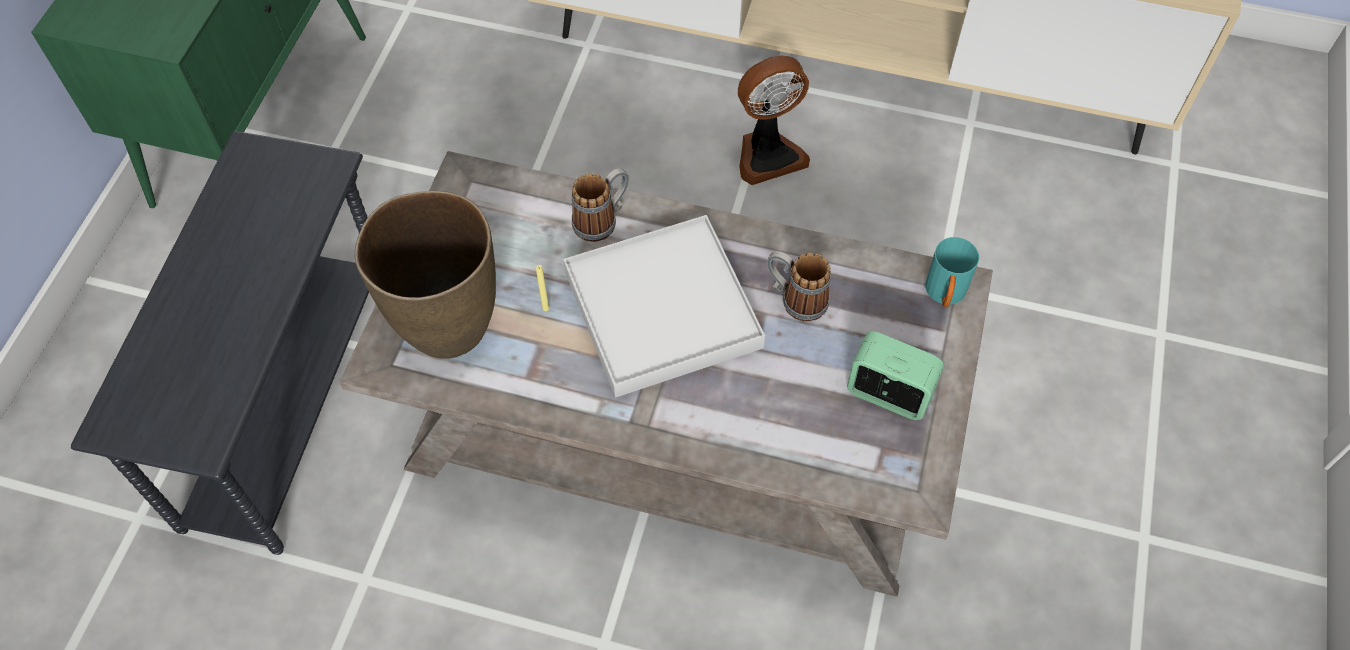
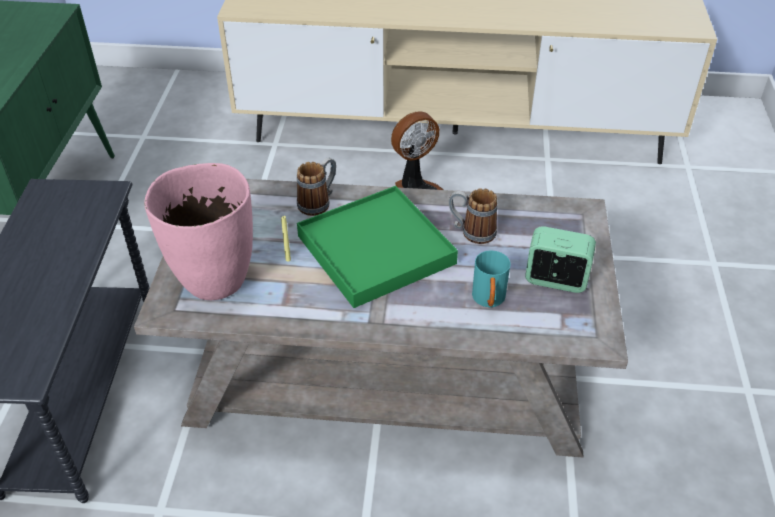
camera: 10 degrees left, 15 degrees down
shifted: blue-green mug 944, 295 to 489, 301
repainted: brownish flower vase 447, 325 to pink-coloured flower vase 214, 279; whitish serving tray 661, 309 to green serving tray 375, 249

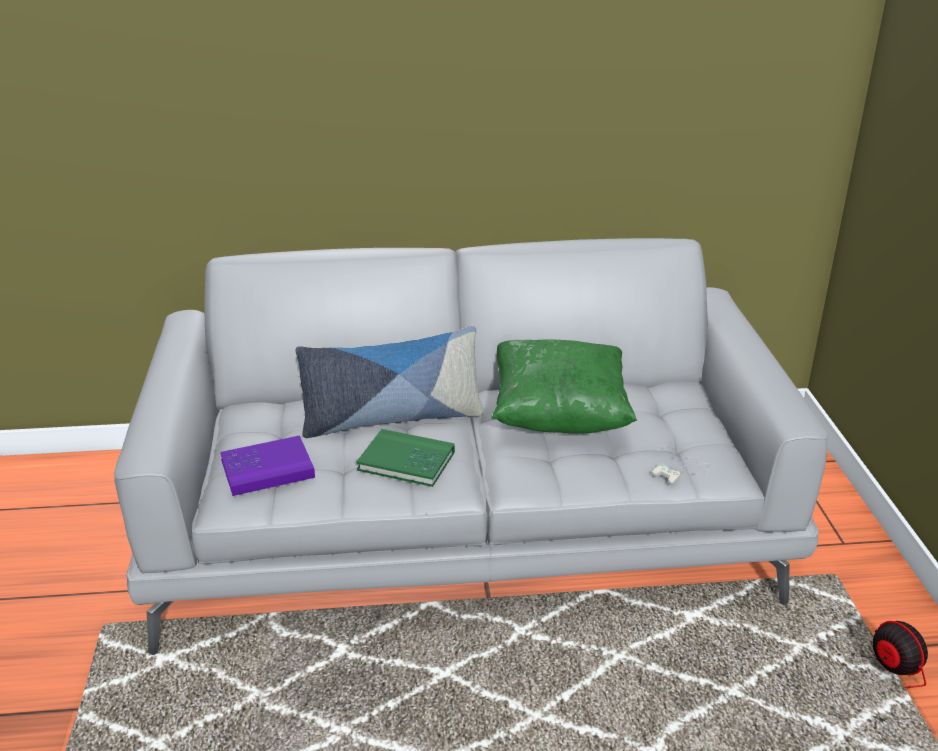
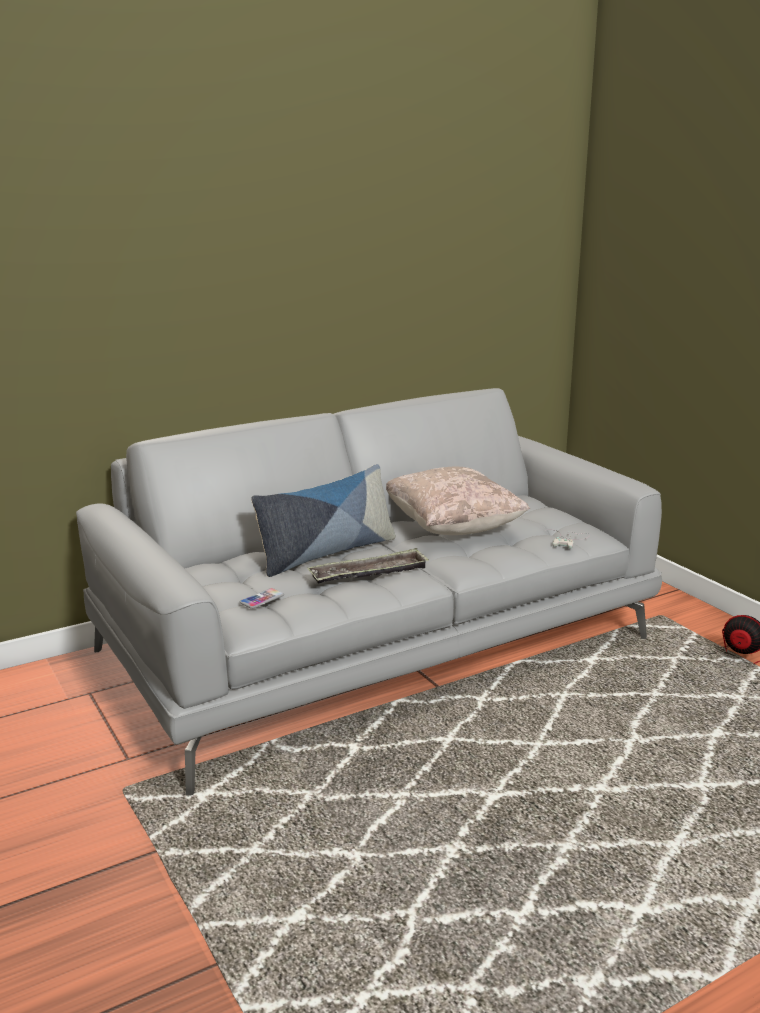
camera: 25 degrees left, 10 degrees down
swapped: purplish volume 267, 469 to telephone 262, 599; green volume 406, 461 to serving tray 369, 573
repainted: green cushion 559, 415 to sand-coloured cushion 452, 528

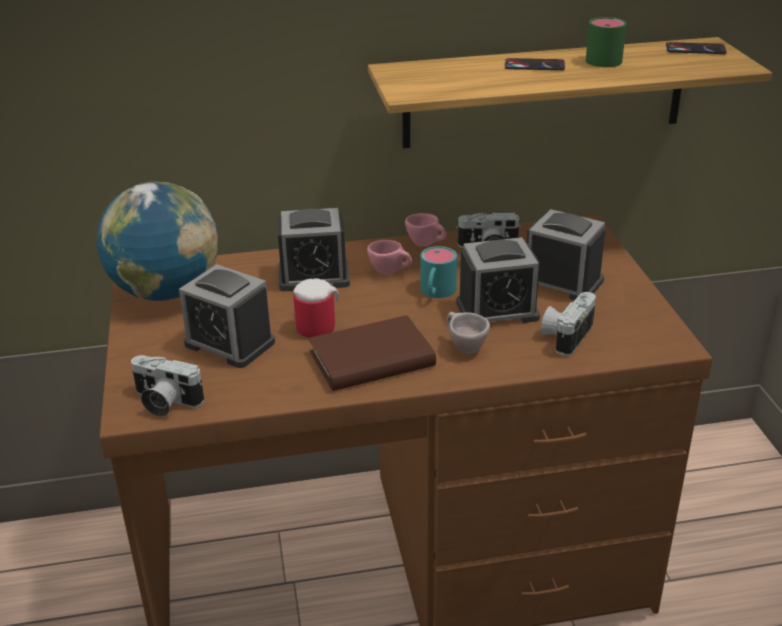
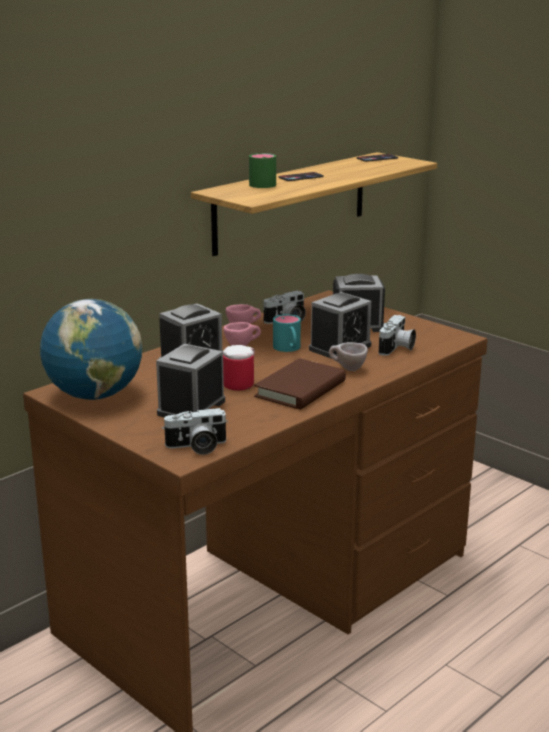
camera: 35 degrees left, 10 degrees down
shifted: green mug 608, 59 to 263, 183
rotated: alarm clock 230, 343 = 191, 407 120 degrees clockwise; photo camera 565, 335 = 397, 348 150 degrees counterclockwise

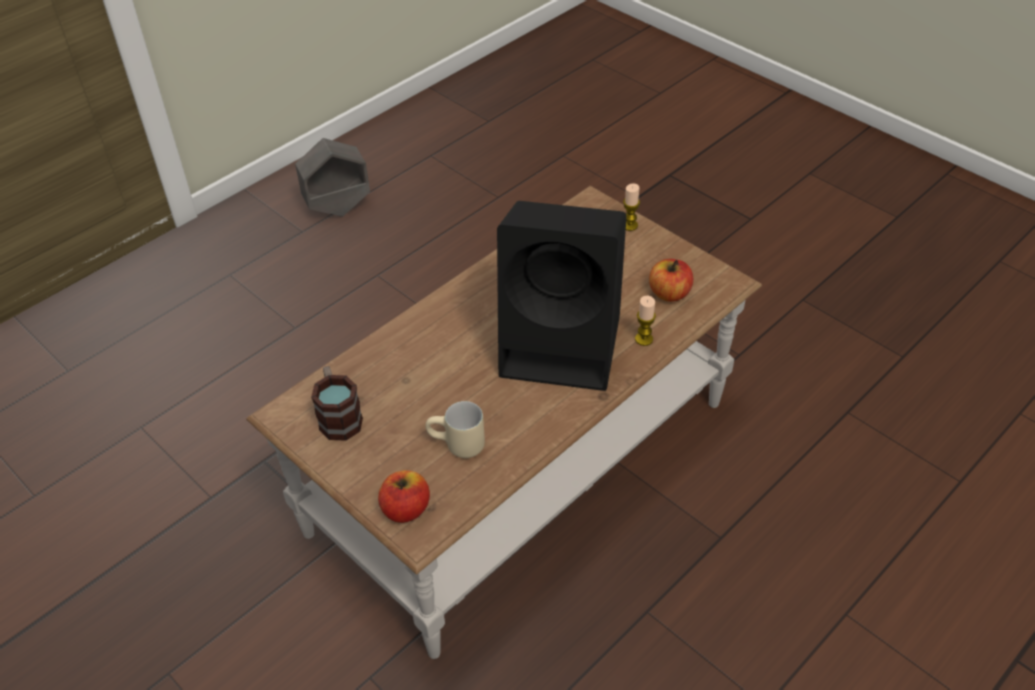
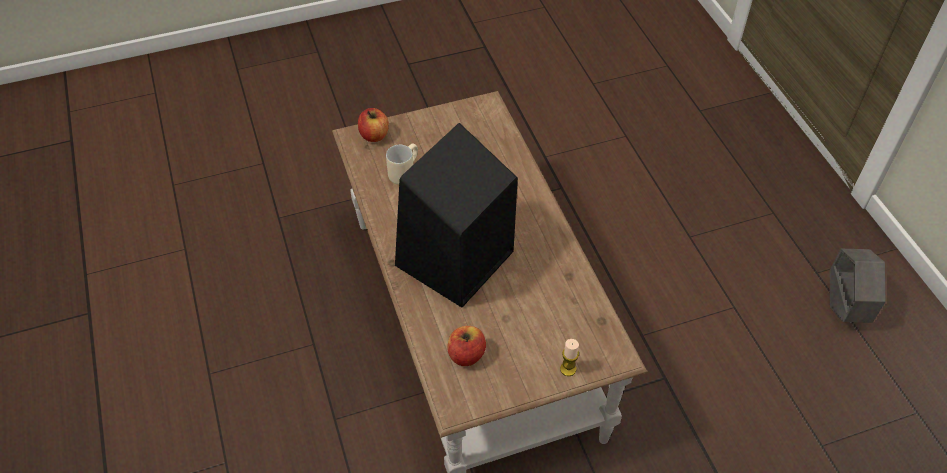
camera: 115 degrees right, 5 degrees up
gone: mug 338, 416; candle 644, 339

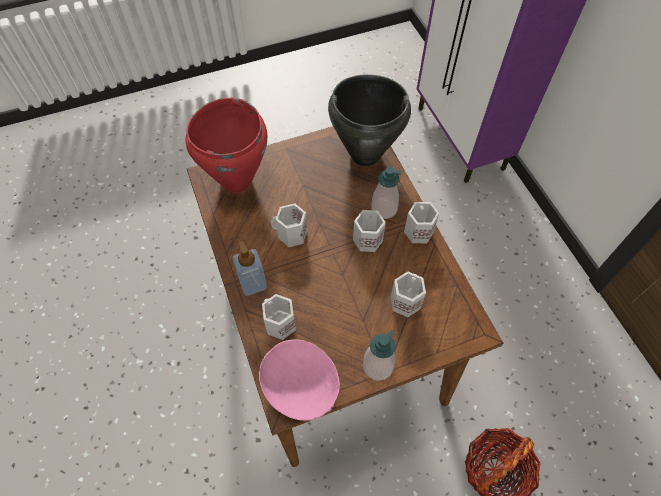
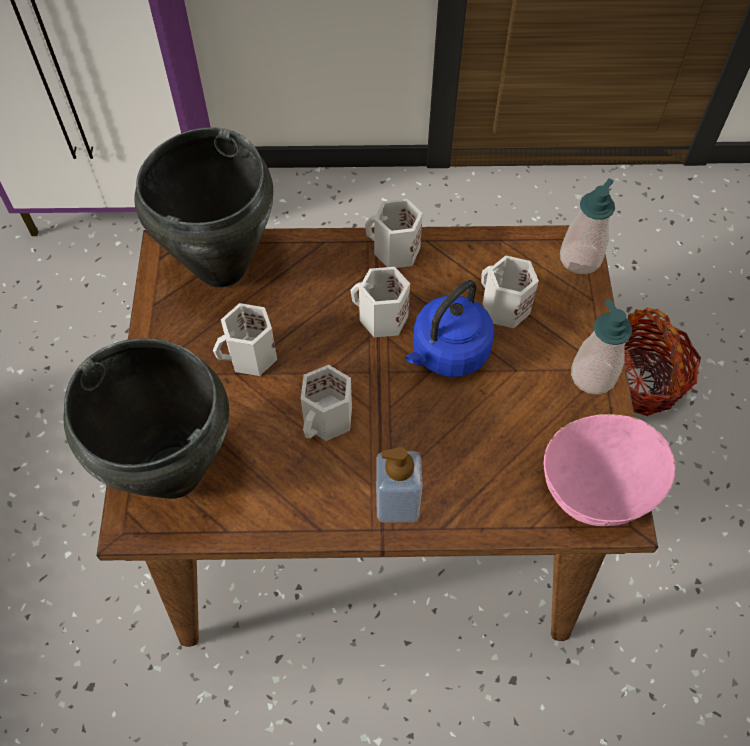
camera: 70 degrees left, 0 degrees up
new: blue tea kettle 447, 353
shifted: whitish mug 278, 324 to 251, 357; soap bottle 384, 209 to 580, 258
repainted: reddish saucepot 236, 181 to black-coloured saucepot 174, 474

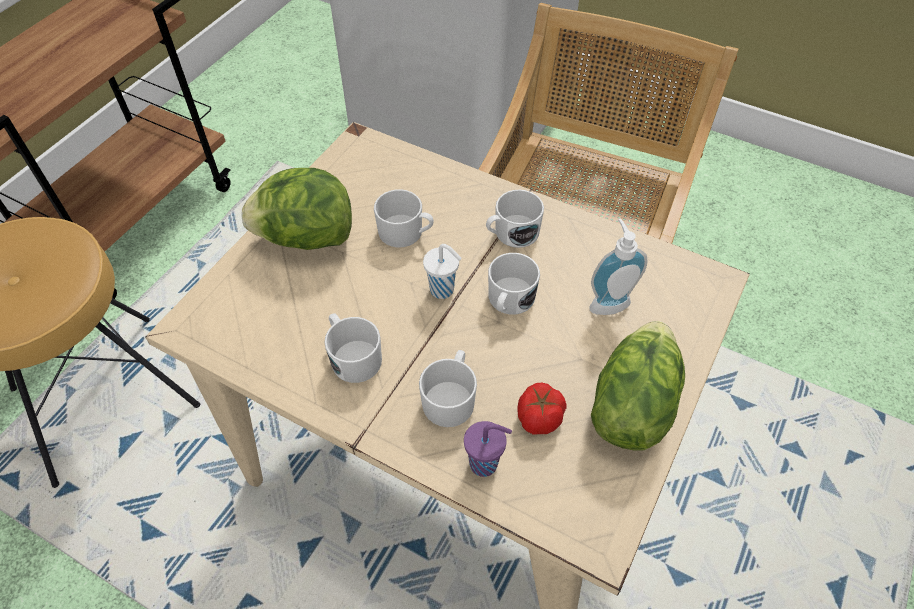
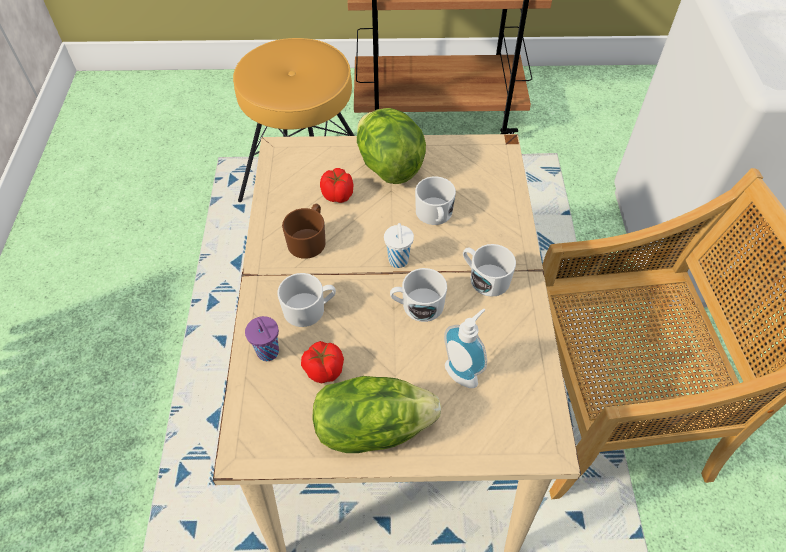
camera: 60 degrees right, 0 degrees up
new: tomato 338, 195
repainted: whitish mug 353, 356 to brownish mug 309, 240

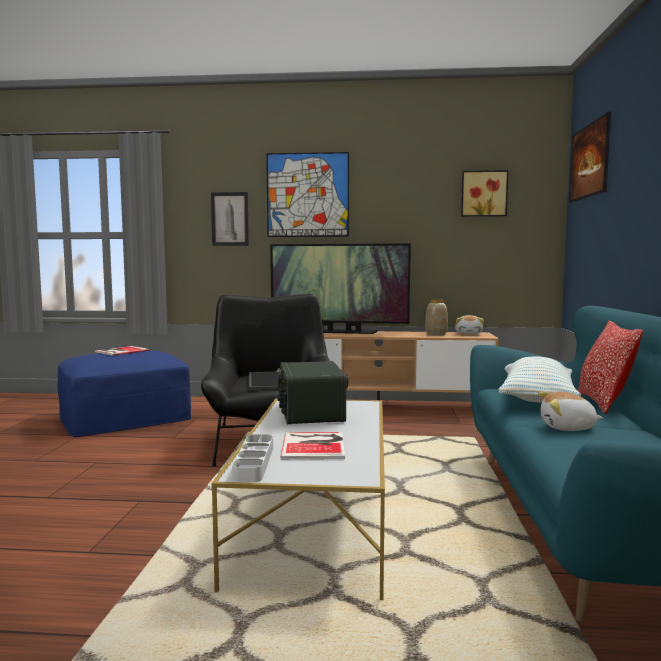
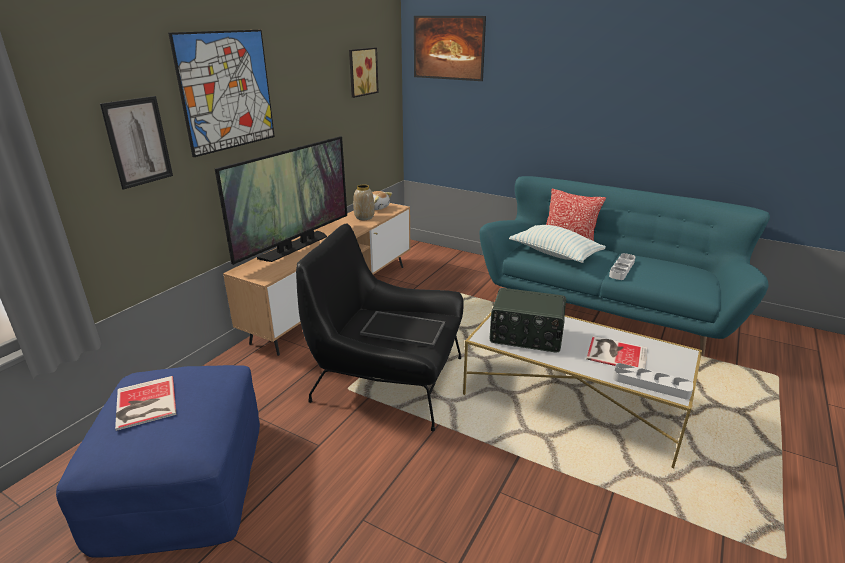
camera: 65 degrees left, 20 degrees up
swapped: soft toy 568, 428 to gray serving tray 622, 269

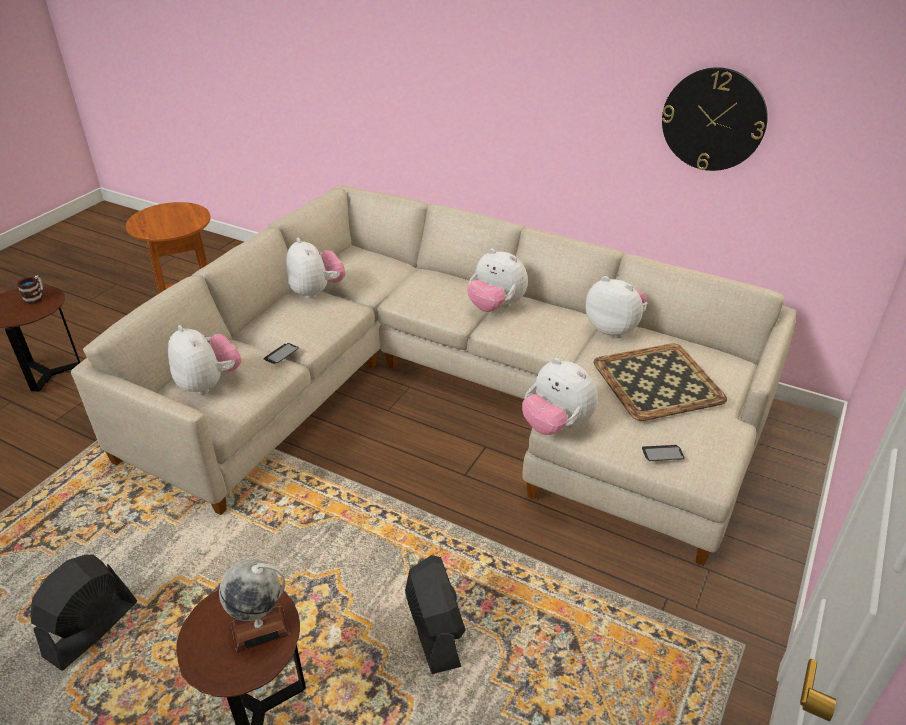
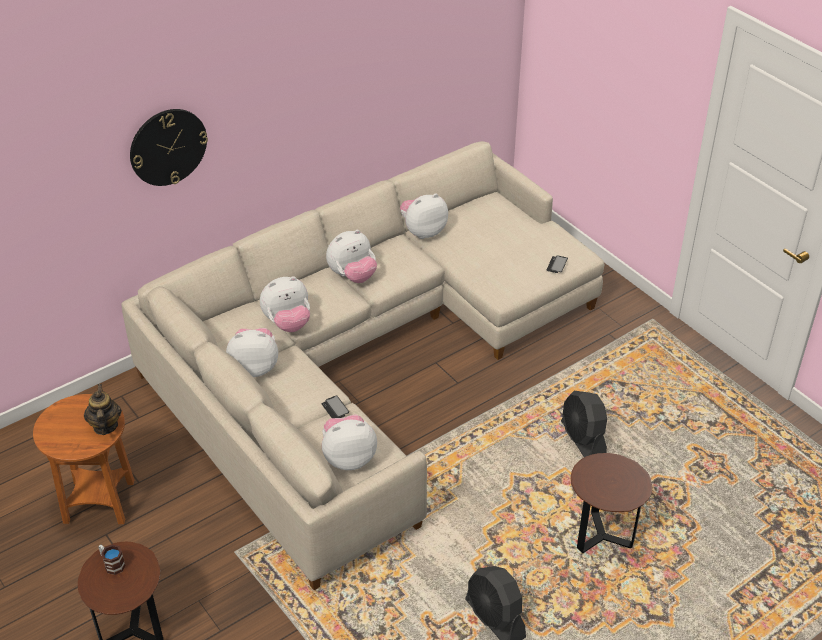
camera: 65 degrees left, 5 degrees up
gone: world globe 260, 628; serving tray 657, 382
new: tea pot 105, 426
shifted: wall clock 713, 120 to 168, 147; soft toy 556, 425 to 288, 323
rotated: black-coloured fan 434, 631 = 583, 440 120 degrees counterclockwise

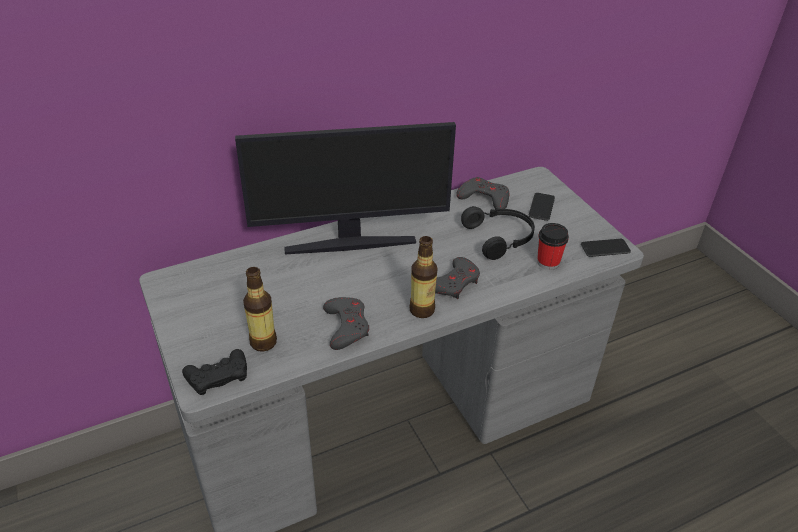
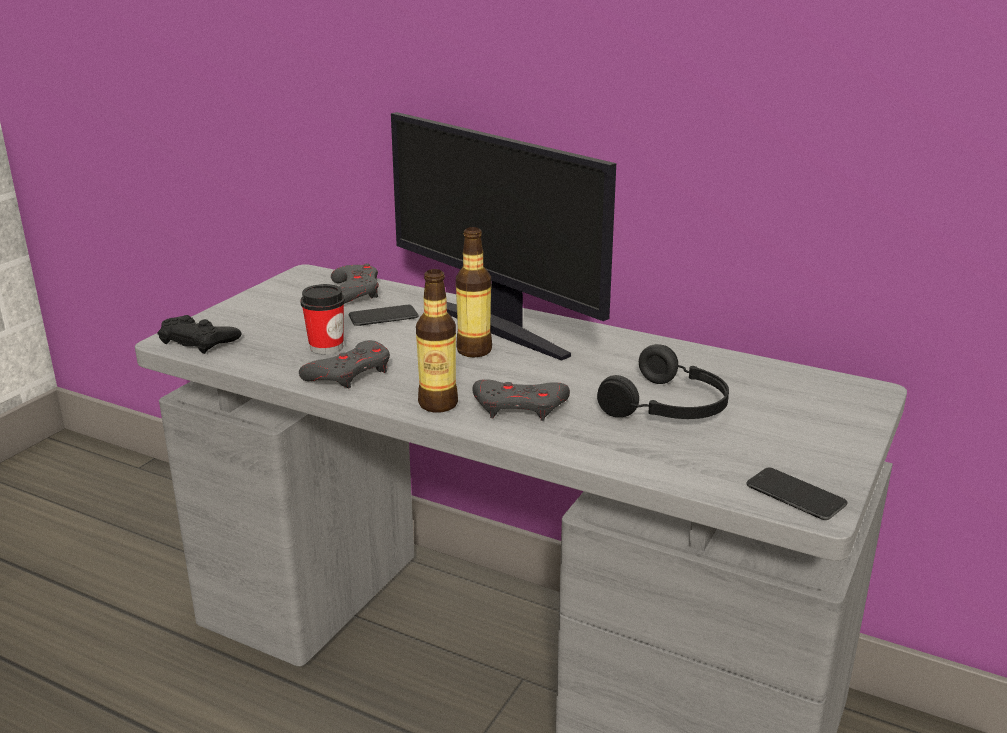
camera: 55 degrees right, 15 degrees down
shifted: cup 548, 262 to 326, 347; gray game controller 484, 198 to 354, 291; telephone 541, 207 to 383, 316; drink bottle 263, 342 to 474, 350

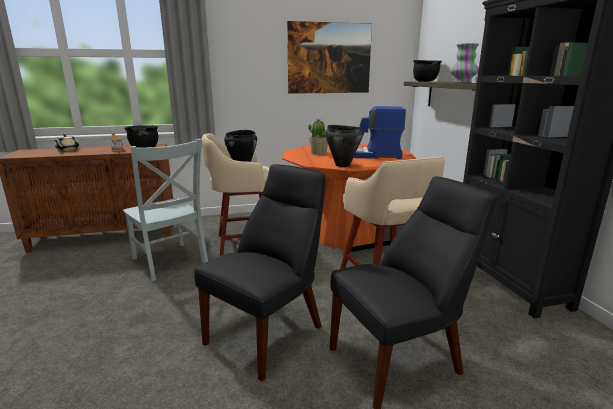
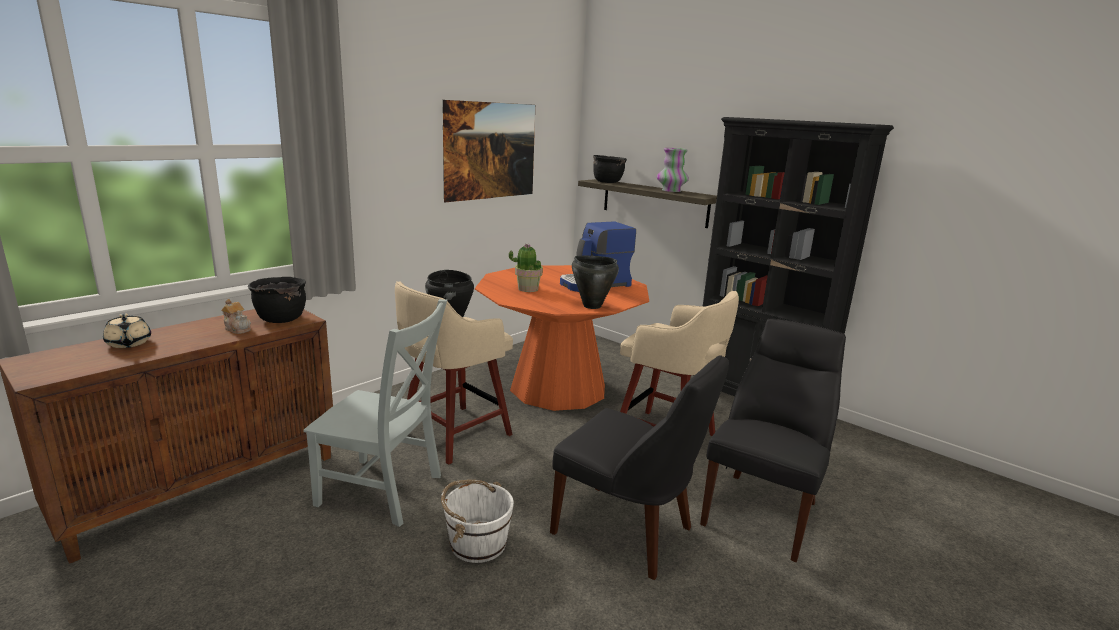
camera: 35 degrees left, 0 degrees up
new: whitish pail 477, 543
rotated: black-coloured upright chair 269, 332 = 628, 532 120 degrees clockwise

